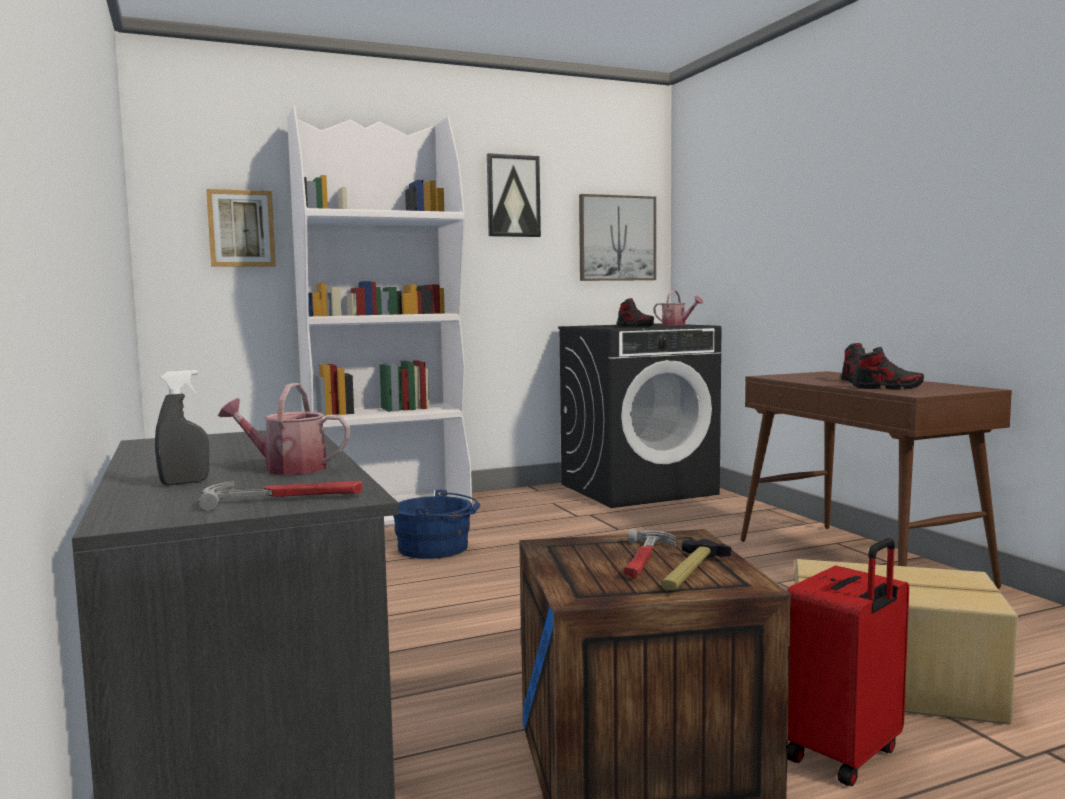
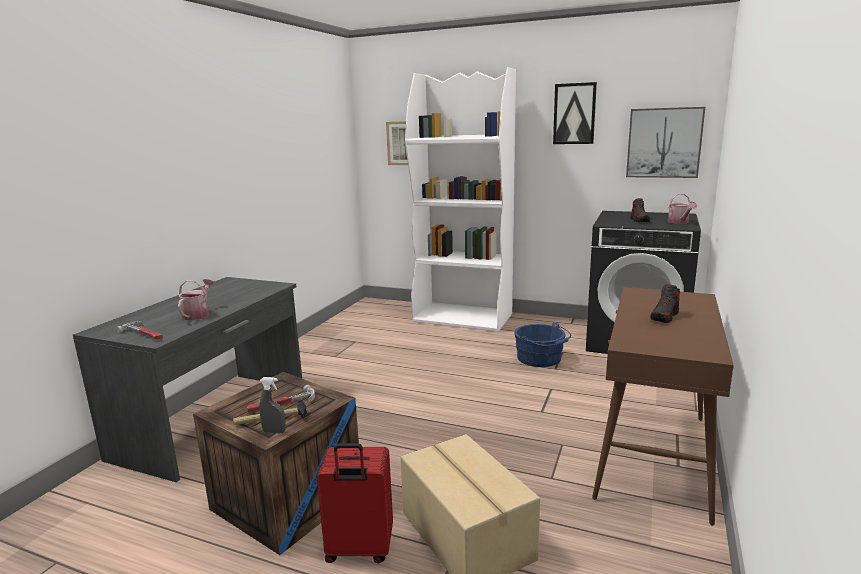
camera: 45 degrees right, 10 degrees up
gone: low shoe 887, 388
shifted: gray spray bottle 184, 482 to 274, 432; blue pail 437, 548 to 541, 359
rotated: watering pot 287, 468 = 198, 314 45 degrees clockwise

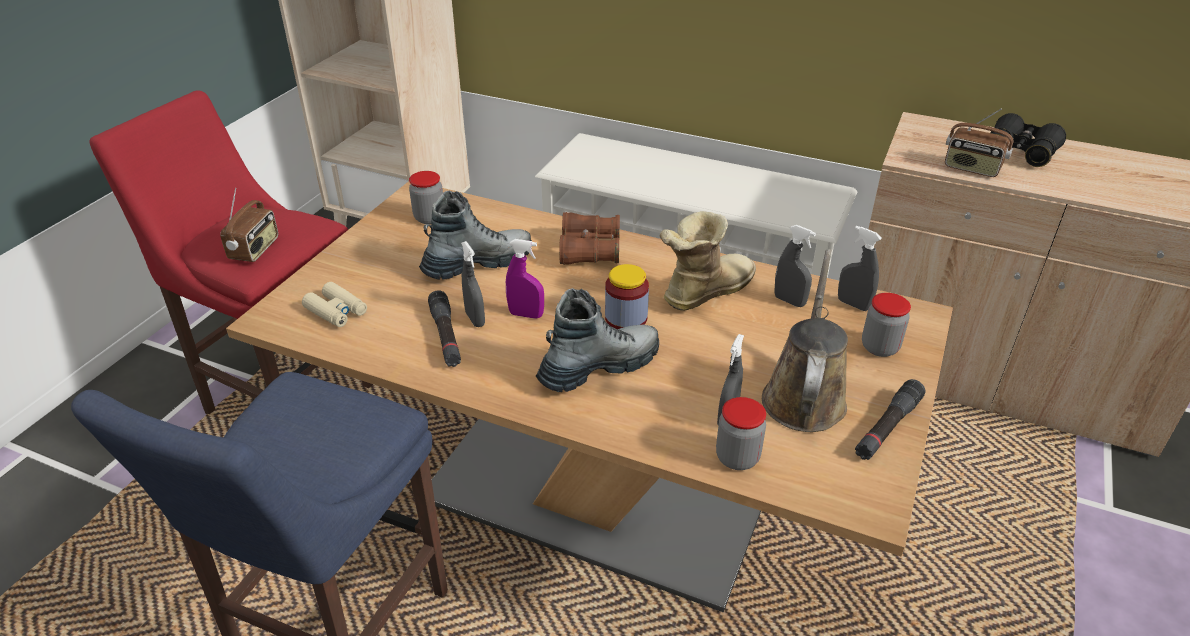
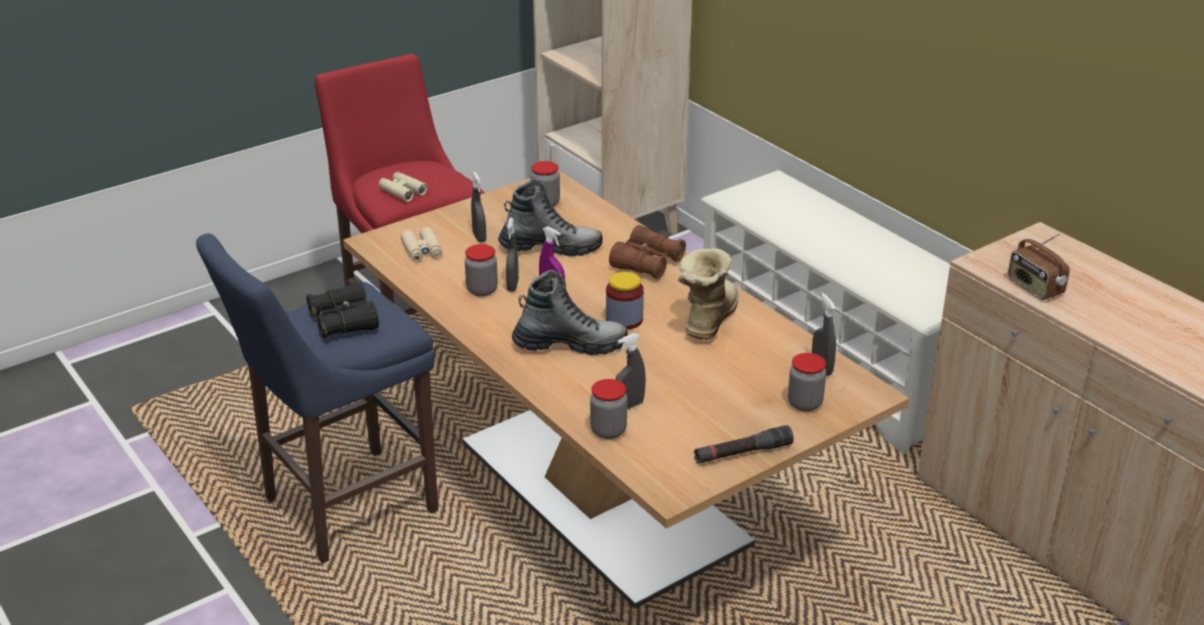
camera: 30 degrees right, 5 degrees down
gone: brownish watering pot 804, 395
shifted: black-coloured field glasses 1019, 152 to 344, 322; gray spray bottle 789, 301 to 479, 237
swapped: radio receiver 255, 250 to sand-coloured field glasses 403, 191; black-coloured flashlight 446, 336 to preserve jar 482, 290
rotated: boot 703, 291 = 706, 320 60 degrees counterclockwise

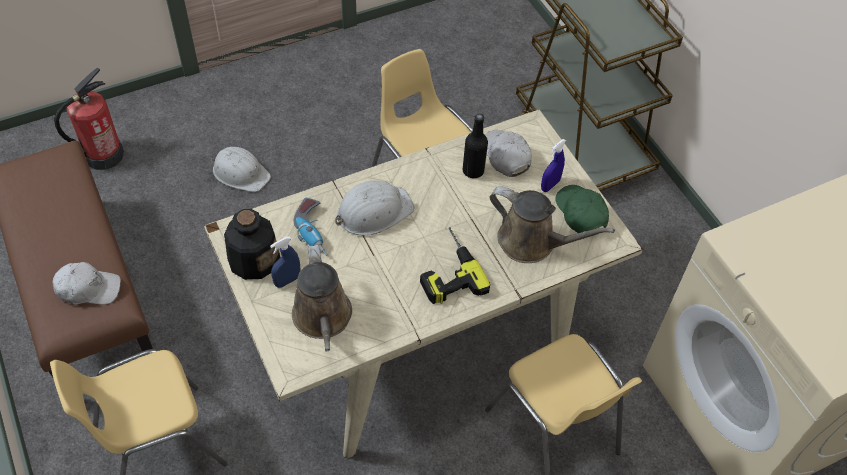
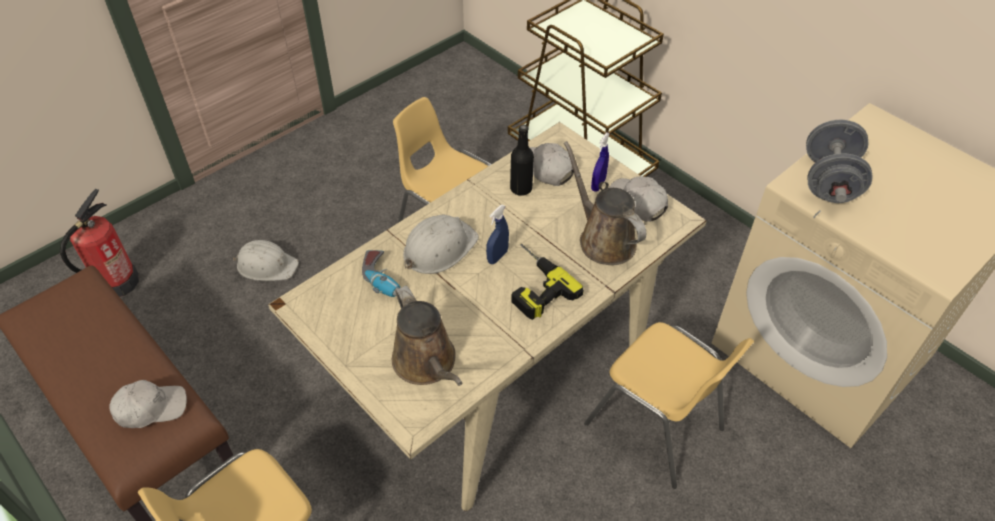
camera: 15 degrees left, 5 degrees down
gone: drink bottle 253, 259
new: gray hand weight 829, 182
shifted: blue spray bottle 287, 280 to 497, 257
repainted: green cap 581, 213 to whitish cap 637, 202
rotated: brownish watering pot 532, 242 = 603, 239 135 degrees counterclockwise

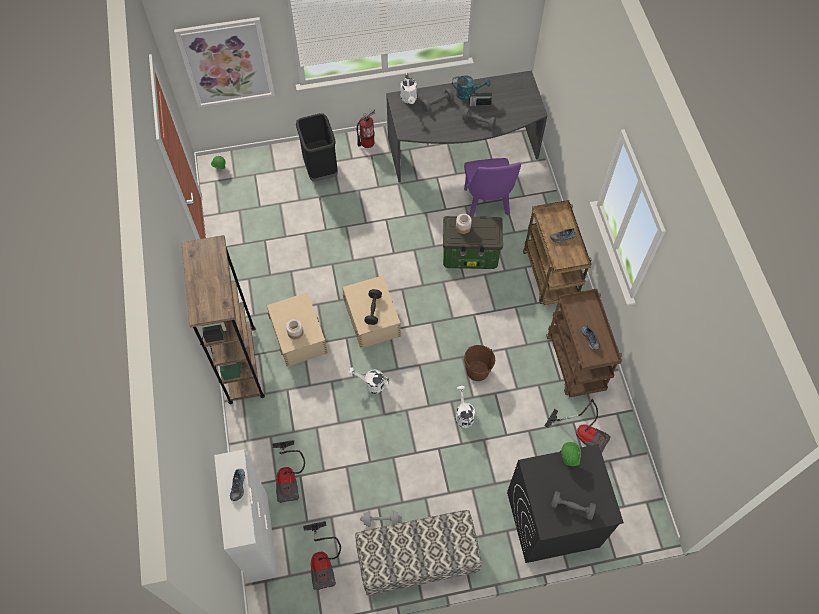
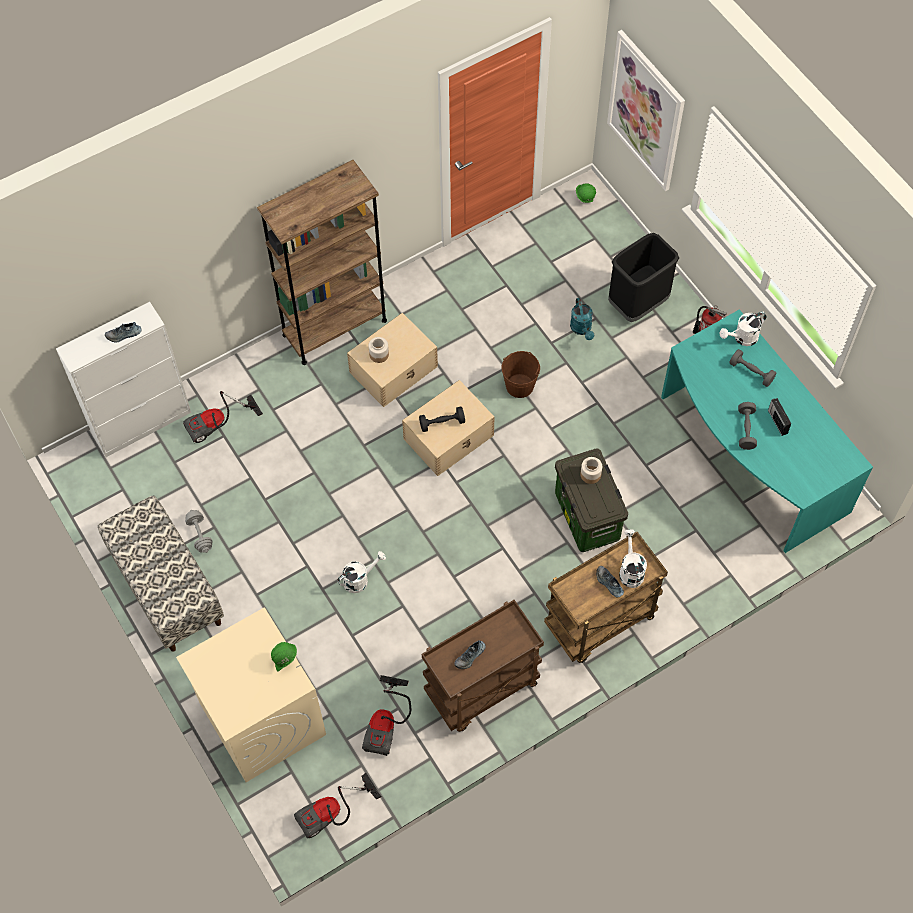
camera: 70 degrees right, 0 degrees up
gone: purplish upright chair 487, 205; gray hand weight 572, 507
shifted: vacuum 323, 561 to 332, 814; brownish pail 477, 370 to 519, 386; blue-green watering pot 468, 94 to 582, 329; whitish watering pot 371, 384 to 630, 570
repainted: black-coloured laundry machine 552, 520 to sand-coloured laundry machine 261, 718; gray desk 463, 152 to blue-green desk 749, 457

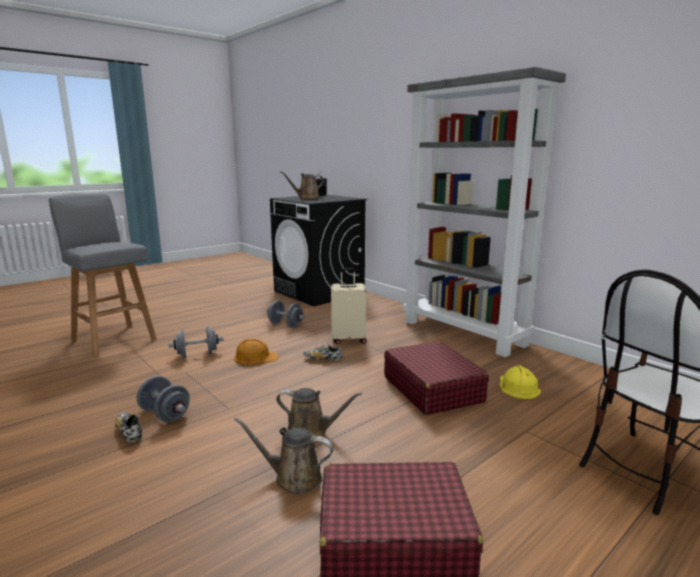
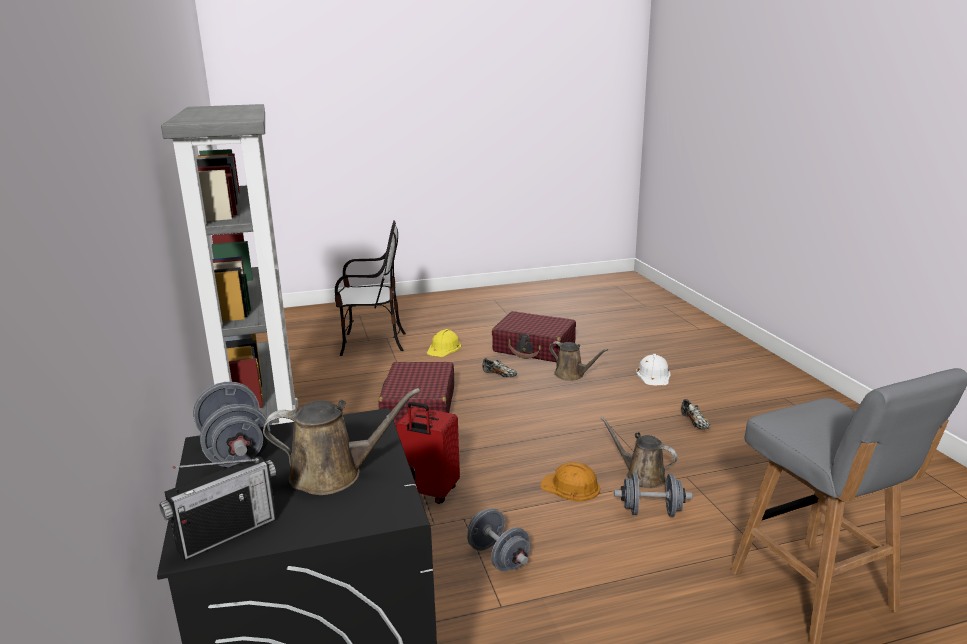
camera: 155 degrees left, 5 degrees up
new: whitish hard hat 654, 375
shifted: gray hand weight 165, 414 to 235, 451; yellowish hard hat 517, 387 to 444, 348; low shoe 322, 359 to 499, 375; brownish watering pot 311, 431 to 641, 475
repainted: sand-coloured suitcase 348, 339 to reddish suitcase 428, 492

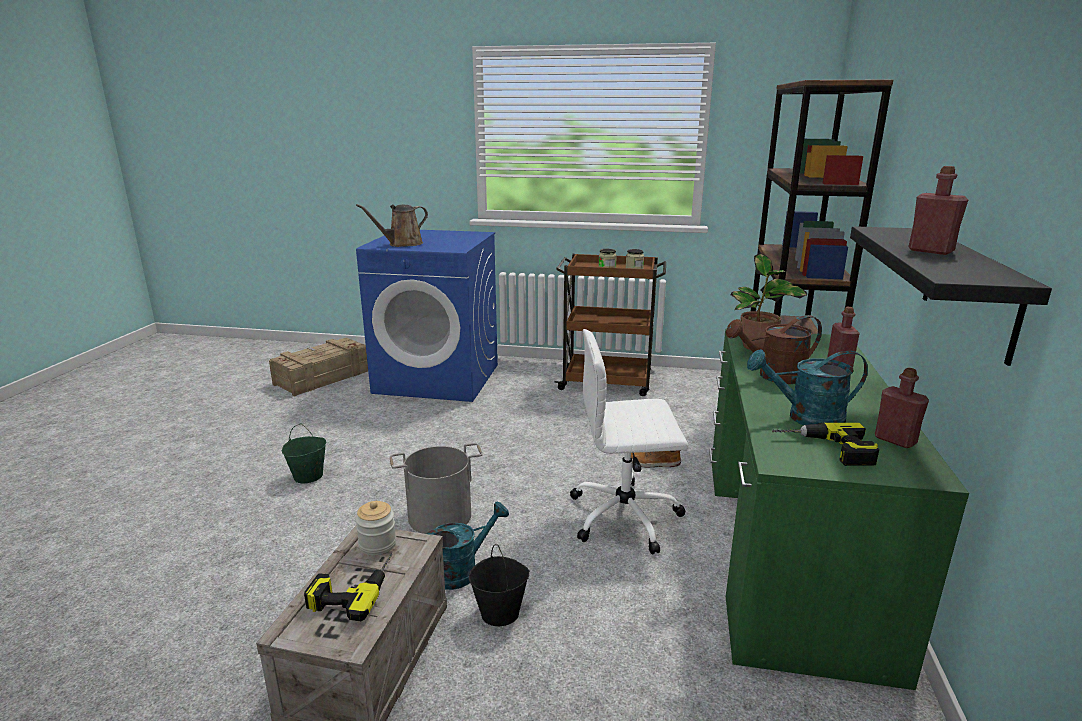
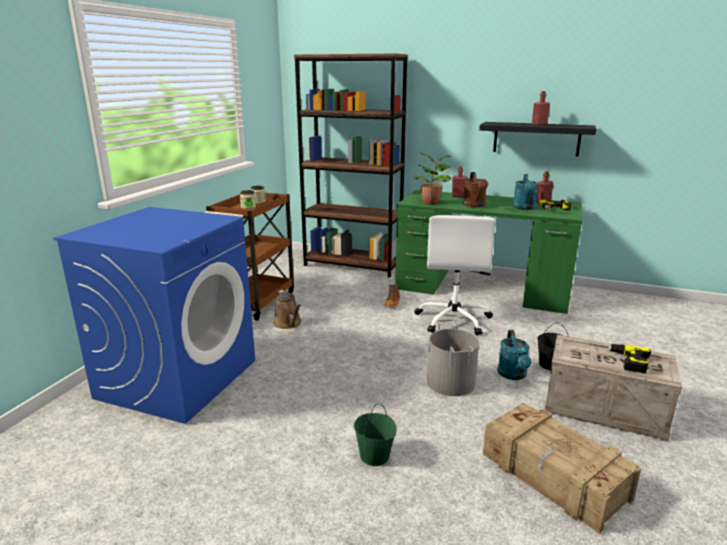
camera: 80 degrees left, 0 degrees up
gone: preserve jar 377, 544
shifted: brownish watering pot 402, 244 to 288, 324; shipping crate 322, 377 to 554, 477
rotated: blue-green watering pot 462, 570 = 513, 375 150 degrees counterclockwise

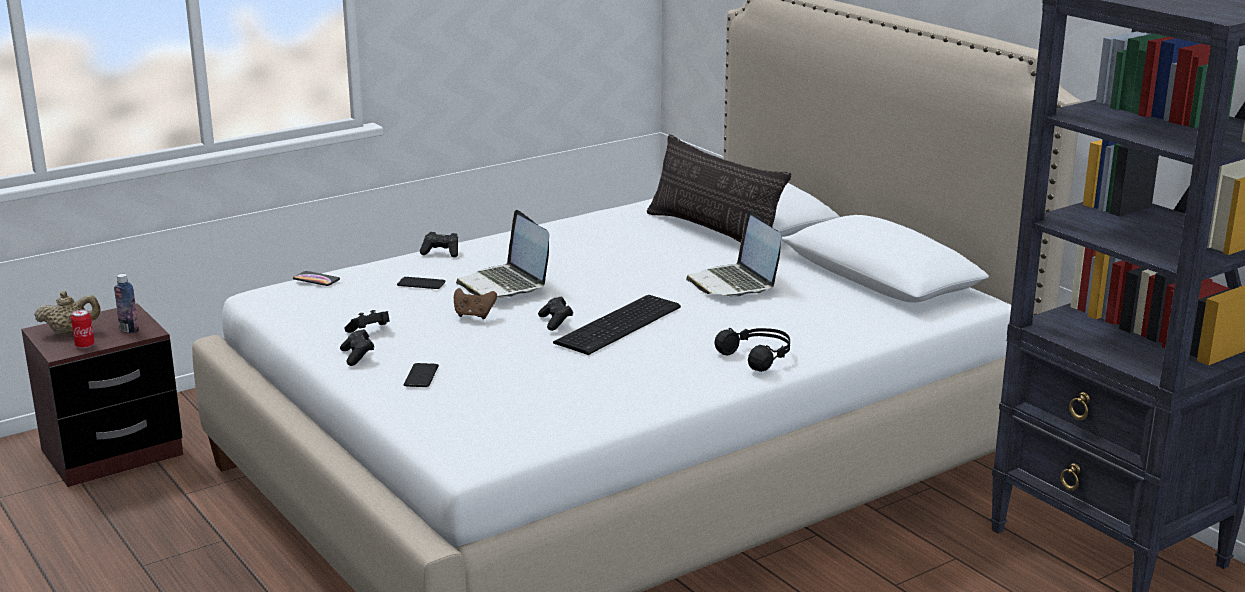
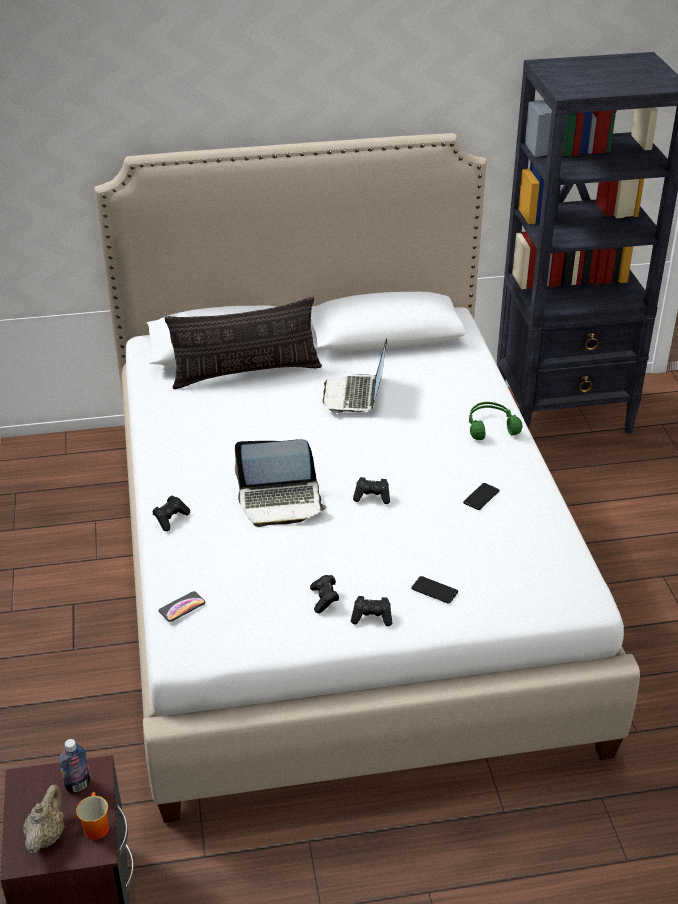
camera: 65 degrees left, 15 degrees up
gone: brownish game controller 474, 315; computer keyboard 621, 325
shifted: telephone 421, 284 to 481, 497
swapped: can 85, 345 to mug 94, 827
repainted: black-coloured headset 758, 356 to green headset 490, 427
rotated: notebook computer 734, 283 = 355, 396 90 degrees clockwise

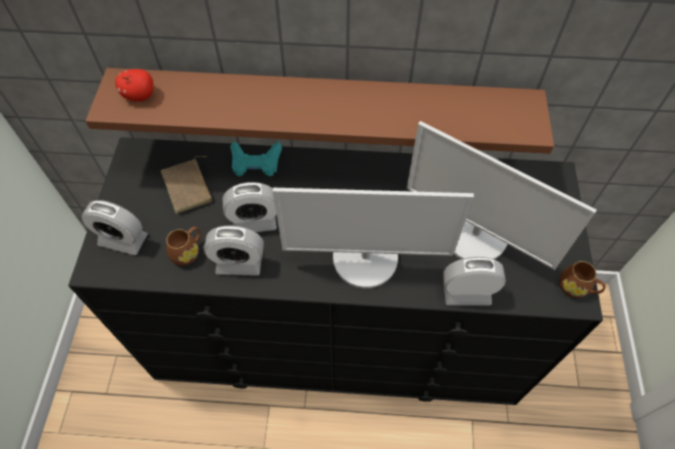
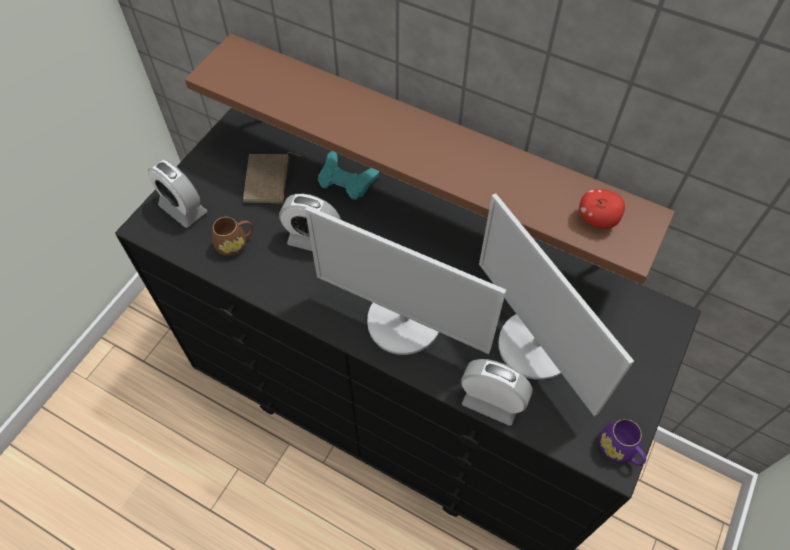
camera: 25 degrees right, 0 degrees up
gone: alarm clock 239, 263
shifted: whole apple 140, 96 to 597, 220
repainted: brownish mug 576, 288 to purplish mug 620, 450

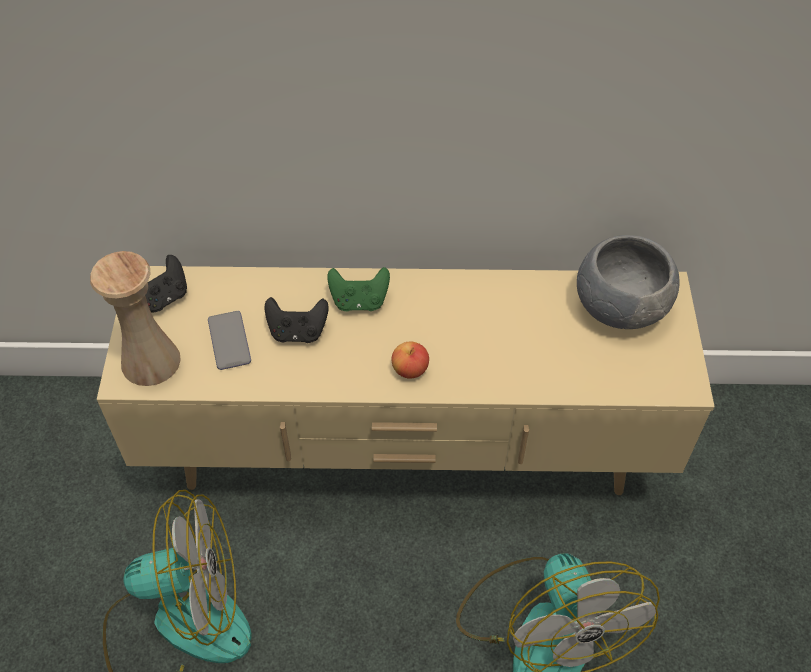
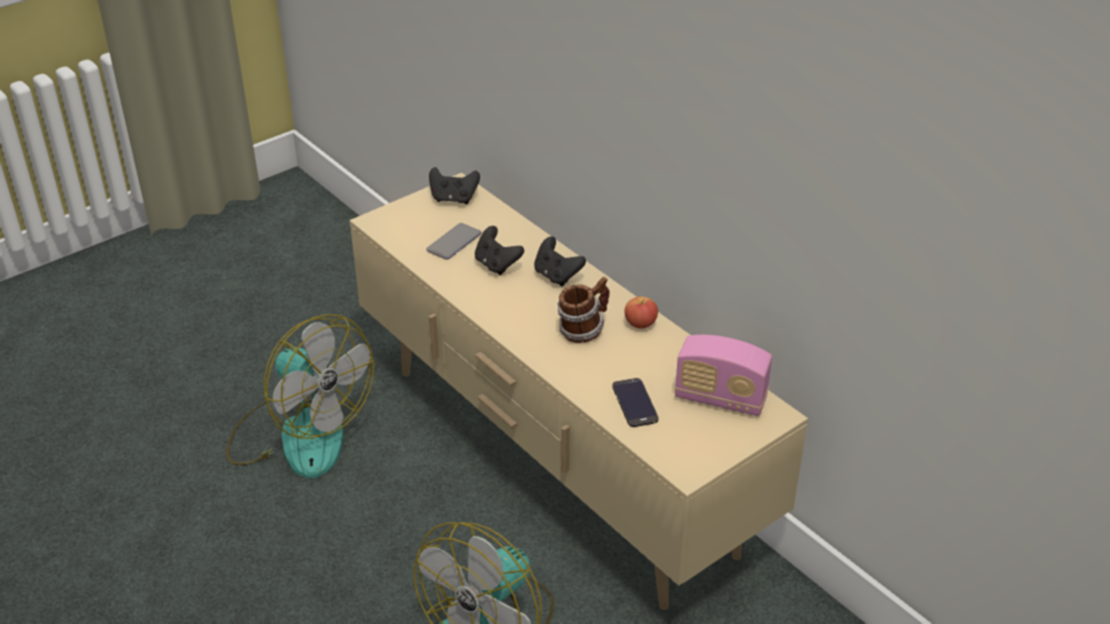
camera: 50 degrees right, 15 degrees down
gone: sand-coloured flower vase 150, 361
new: mug 583, 330; telephone 634, 403
shifted: whole apple 410, 369 to 640, 323
swapped: gray bowl 620, 306 to radio receiver 720, 399
repainted: green game controller 359, 301 to black-coloured game controller 557, 276

